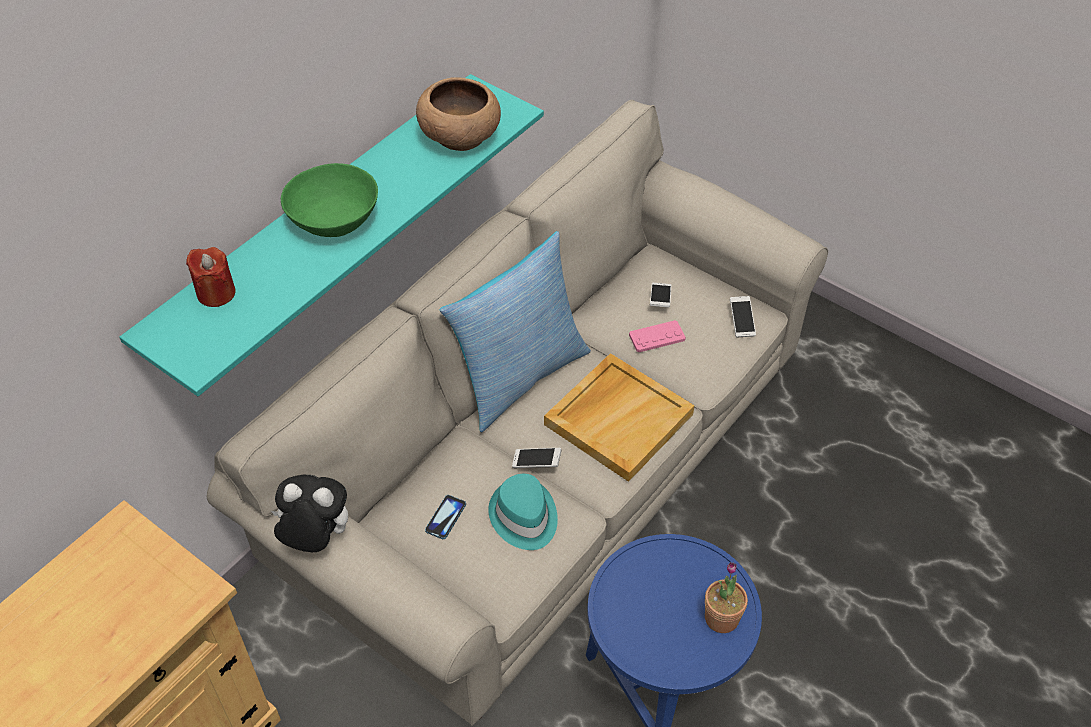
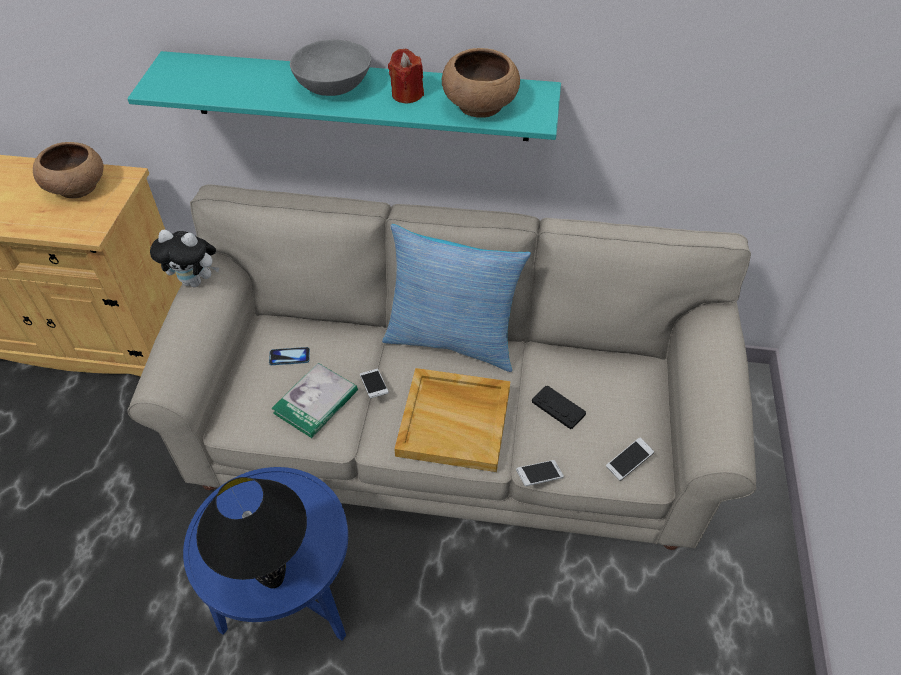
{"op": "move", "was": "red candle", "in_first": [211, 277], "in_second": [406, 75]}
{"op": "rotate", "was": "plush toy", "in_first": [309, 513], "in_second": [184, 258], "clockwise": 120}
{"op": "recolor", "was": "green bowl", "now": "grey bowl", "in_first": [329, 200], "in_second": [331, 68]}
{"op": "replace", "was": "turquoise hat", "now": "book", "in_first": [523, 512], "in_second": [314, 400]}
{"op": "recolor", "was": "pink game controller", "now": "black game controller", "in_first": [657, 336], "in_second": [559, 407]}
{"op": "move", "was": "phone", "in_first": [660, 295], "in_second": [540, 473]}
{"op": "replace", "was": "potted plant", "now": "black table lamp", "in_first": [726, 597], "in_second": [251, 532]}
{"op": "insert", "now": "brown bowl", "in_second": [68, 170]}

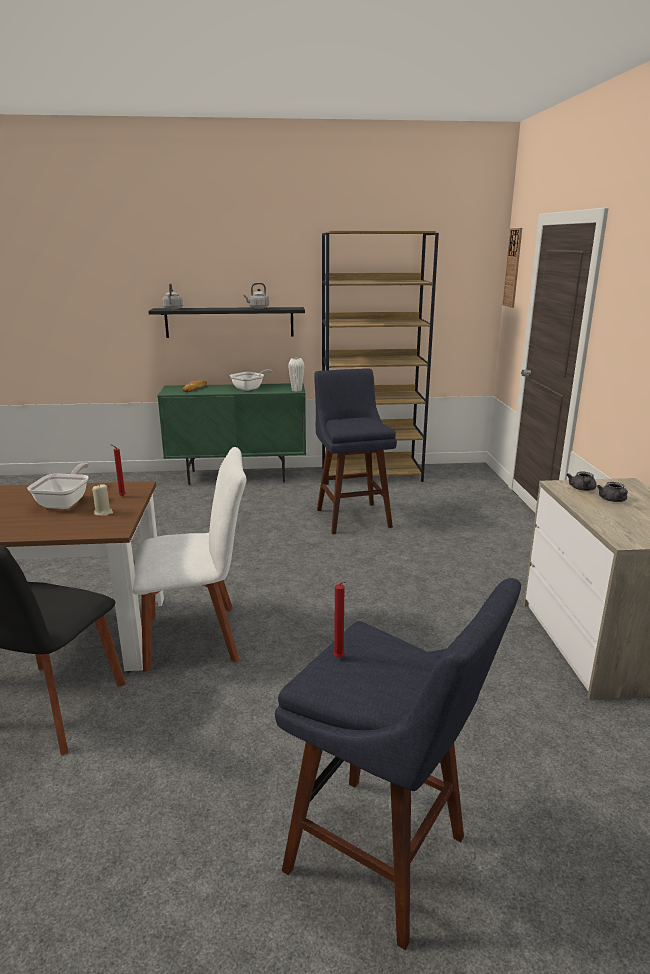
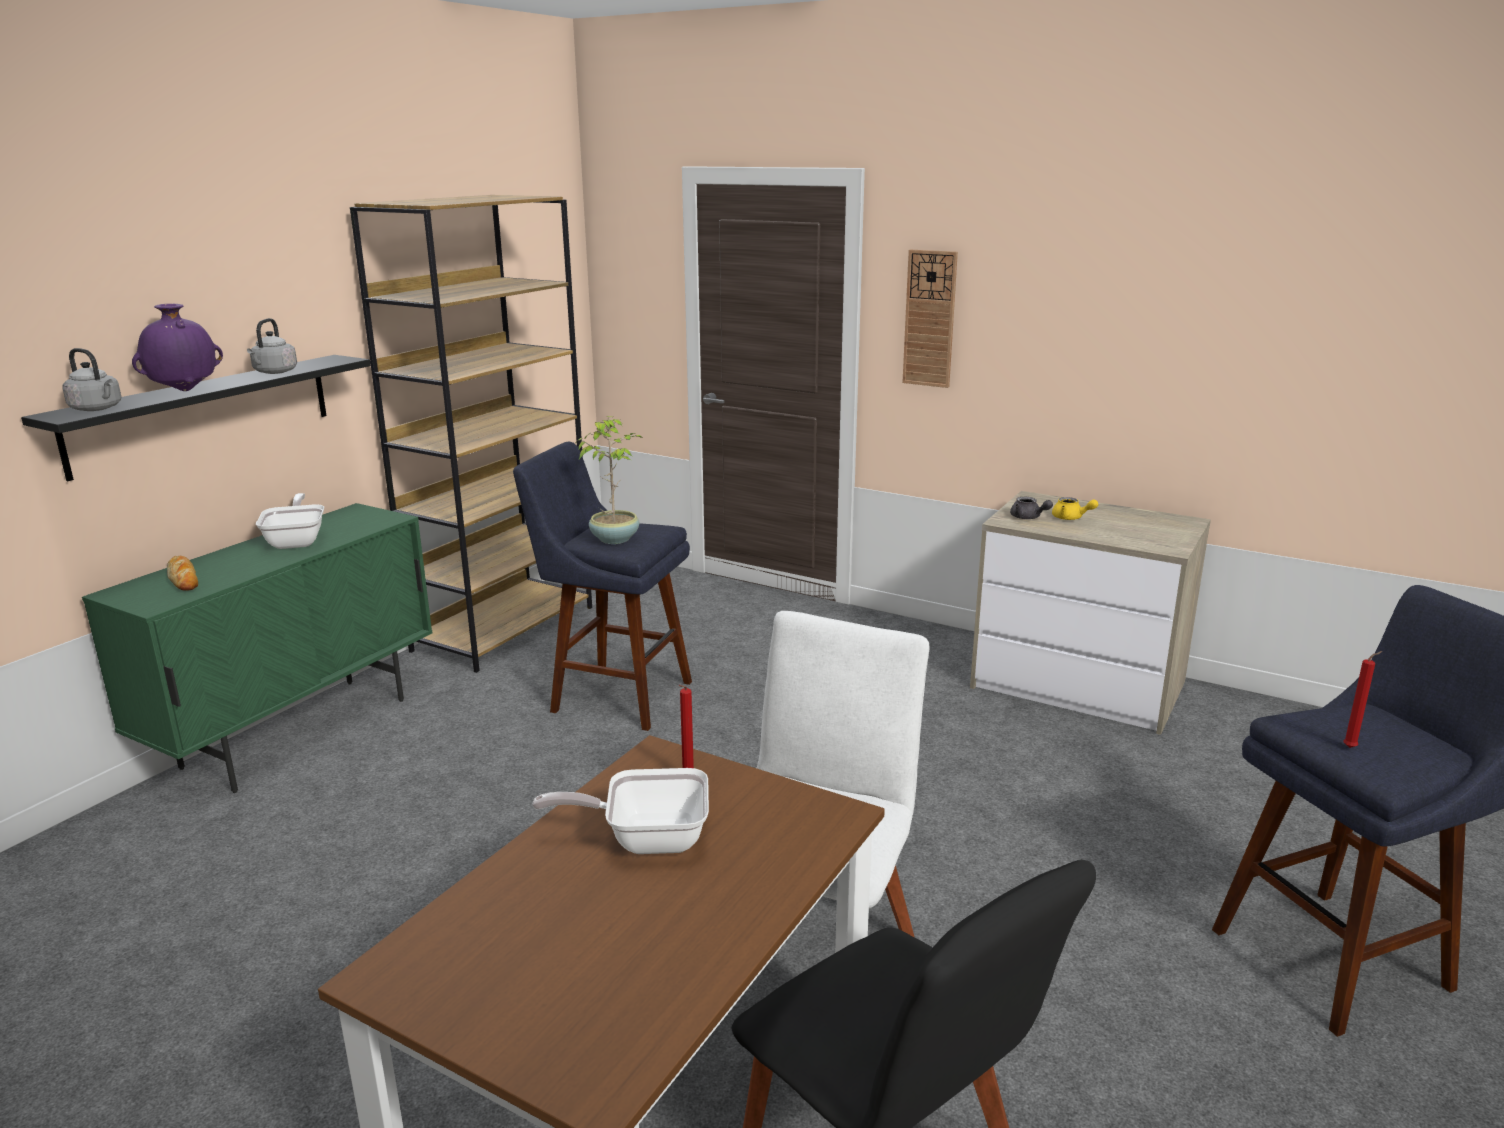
{"op": "rotate", "was": "frying pan", "in_first": [58, 486], "in_second": [620, 811], "clockwise": -45}
{"op": "delete", "was": "beige candle", "in_first": [102, 500]}
{"op": "delete", "was": "white vase", "in_first": [296, 375]}
{"op": "move", "was": "wall clock", "in_first": [512, 268], "in_second": [930, 319]}
{"op": "recolor", "was": "grey teapot", "now": "yellow teapot", "in_first": [612, 492], "in_second": [1075, 508]}
{"op": "insert", "now": "purple vase", "in_second": [177, 347]}
{"op": "insert", "now": "potted plant", "in_second": [608, 480]}

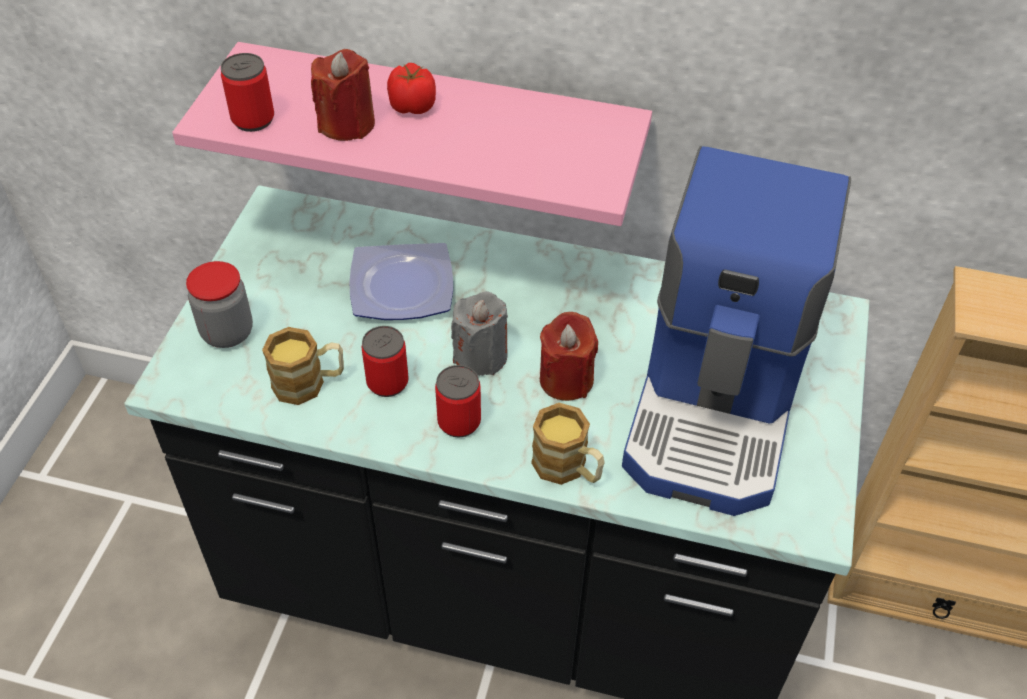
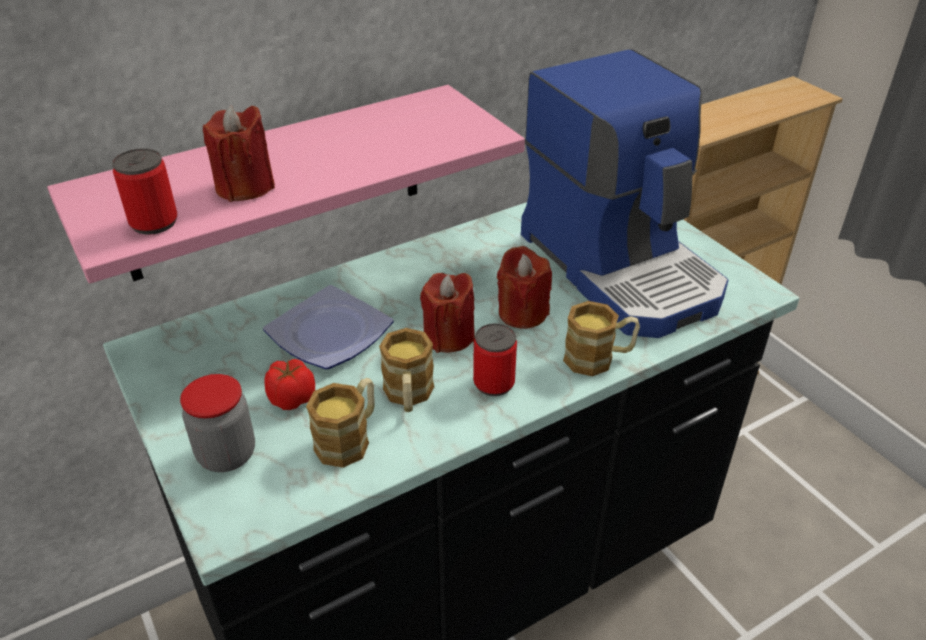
{"op": "replace", "was": "can", "now": "mug", "in_first": [385, 361], "in_second": [406, 370]}
{"op": "move", "was": "tomato", "in_first": [411, 88], "in_second": [289, 384]}
{"op": "recolor", "was": "grey candle", "now": "red candle", "in_first": [479, 333], "in_second": [447, 313]}

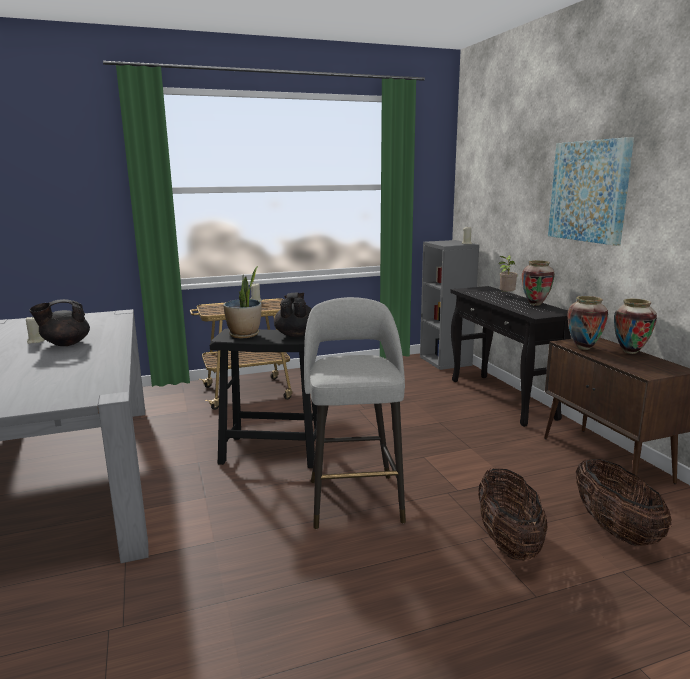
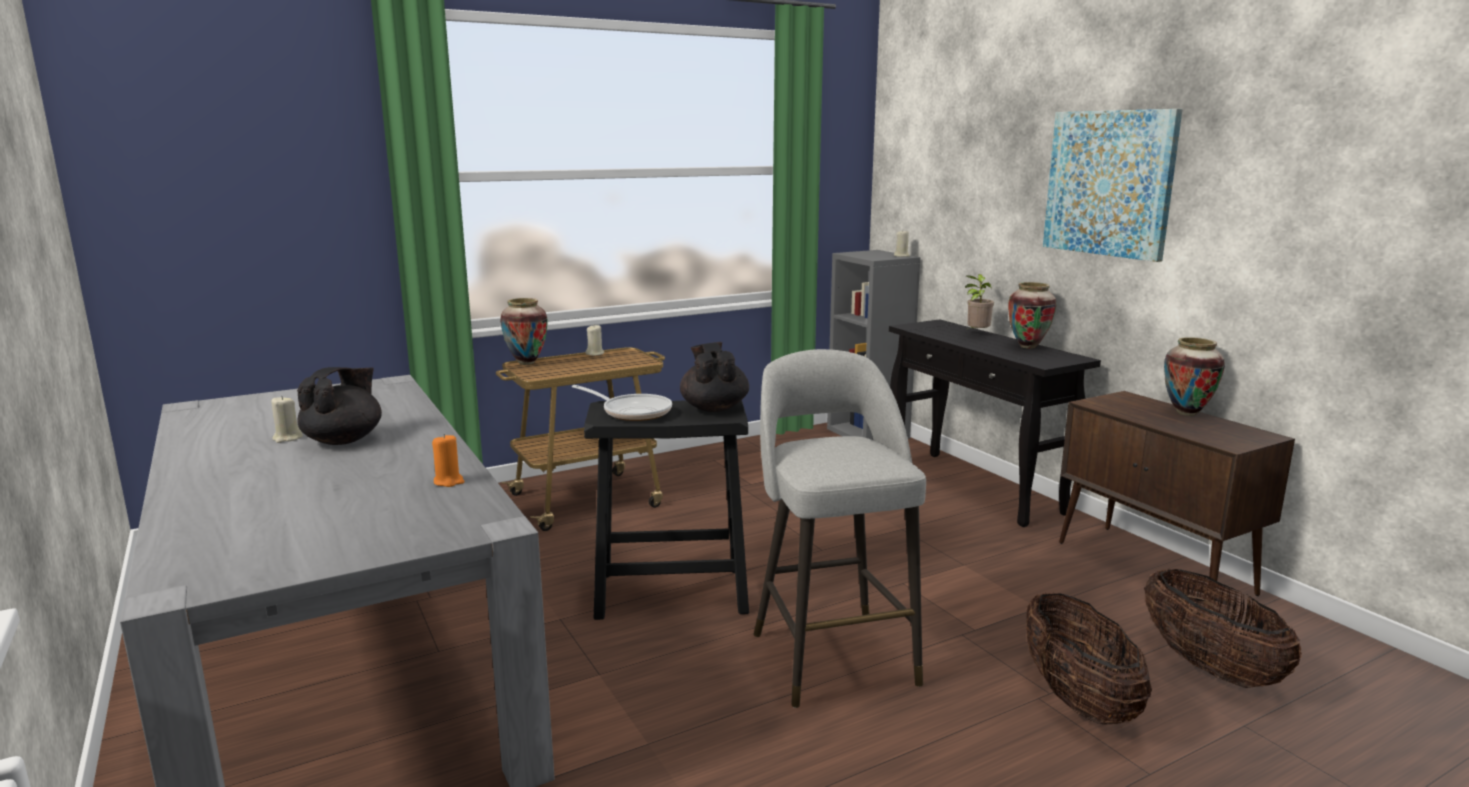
{"op": "rotate", "was": "black teapot", "in_first": [59, 322], "in_second": [339, 406], "clockwise": 150}
{"op": "replace", "was": "potted plant", "now": "frying pan", "in_first": [242, 302], "in_second": [622, 403]}
{"op": "move", "was": "vase", "in_first": [588, 323], "in_second": [523, 331]}
{"op": "insert", "now": "orange candle", "in_second": [448, 460]}

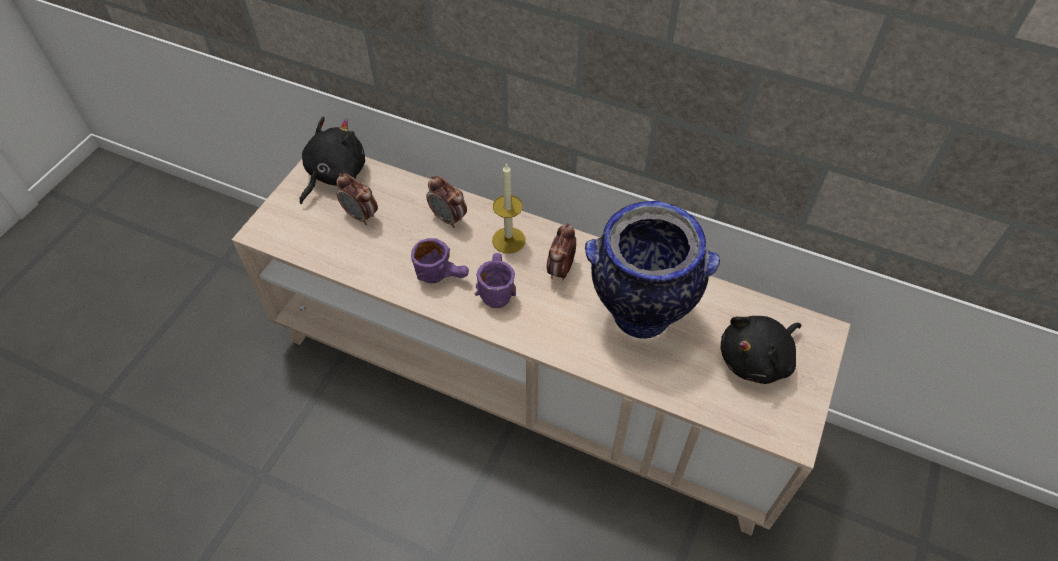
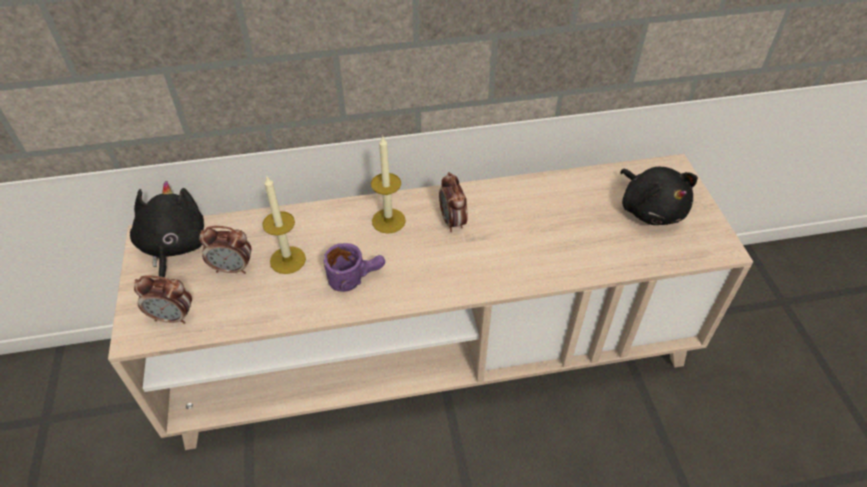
{"op": "move", "was": "alarm clock", "in_first": [446, 202], "in_second": [163, 299]}
{"op": "delete", "was": "purple mug", "in_first": [495, 280]}
{"op": "delete", "was": "vase", "in_first": [652, 270]}
{"op": "rotate", "was": "black plush toy", "in_first": [760, 350], "in_second": [659, 196], "clockwise": -45}
{"op": "insert", "now": "candle", "in_second": [284, 224]}

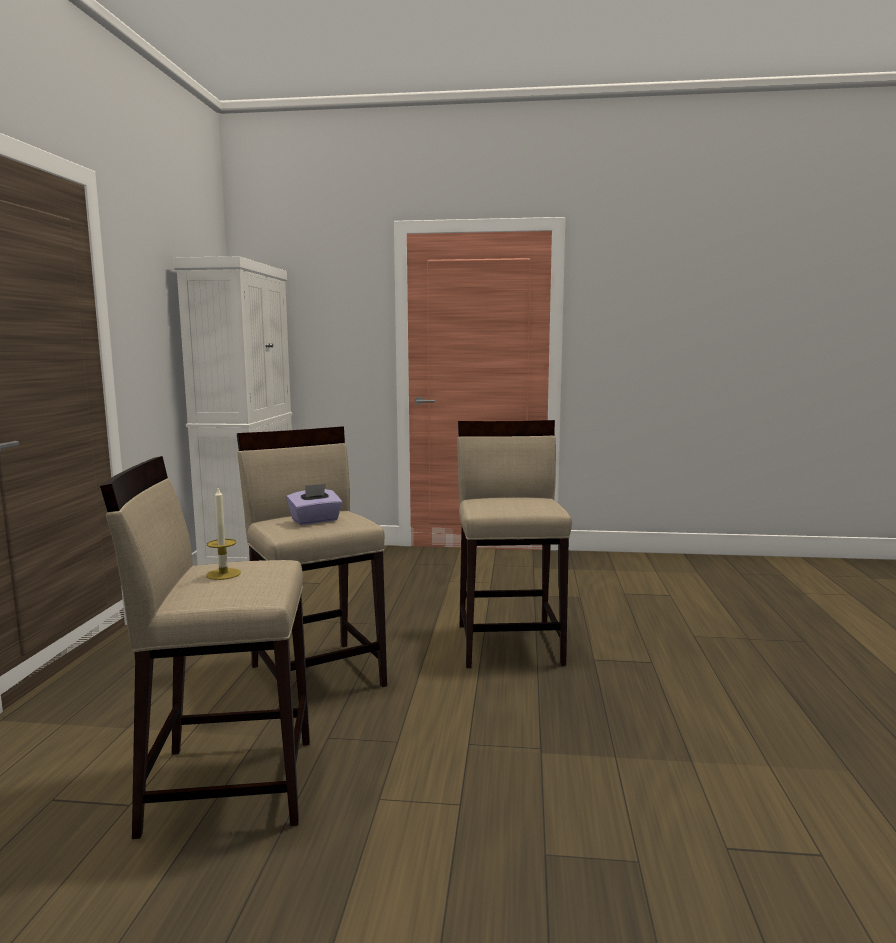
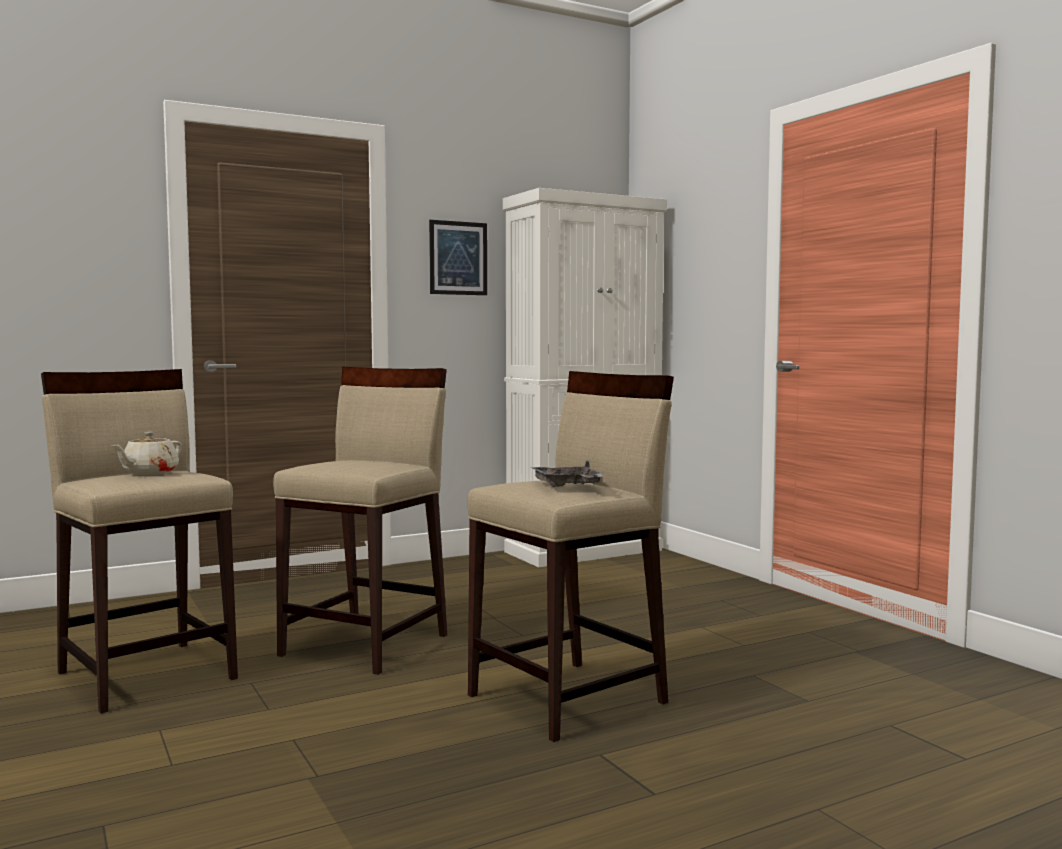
{"op": "replace", "was": "candle", "now": "beige teapot", "in_first": [223, 534], "in_second": [146, 453]}
{"op": "delete", "was": "purple tissue box", "in_first": [314, 504]}
{"op": "insert", "now": "picture", "in_second": [458, 257]}
{"op": "insert", "now": "grey tray", "in_second": [567, 473]}

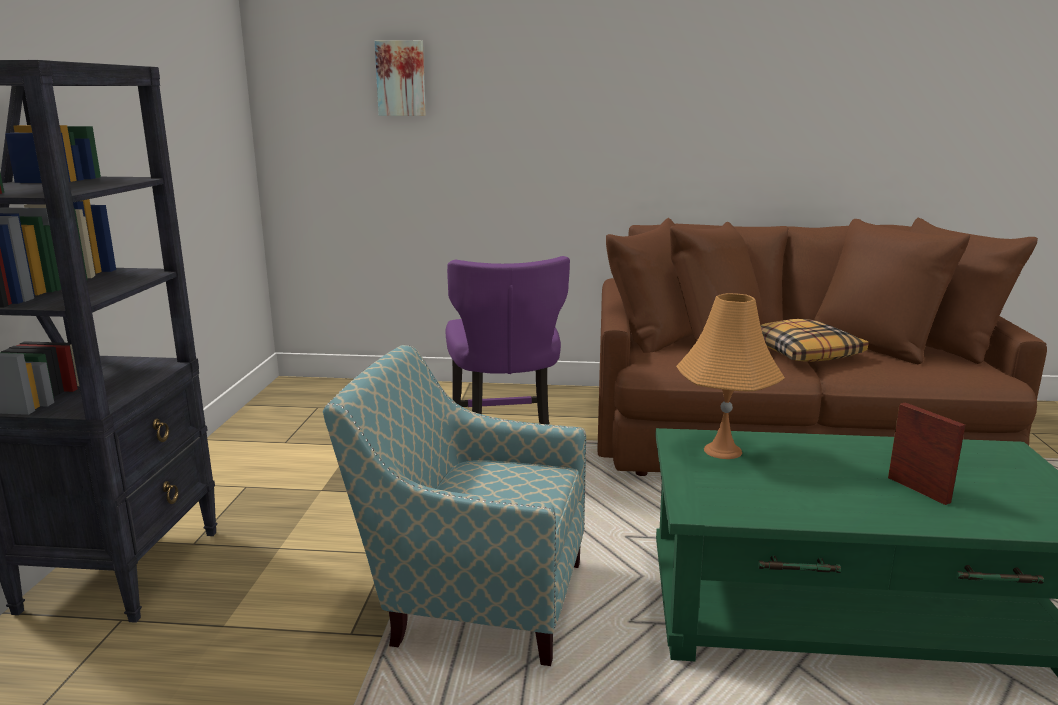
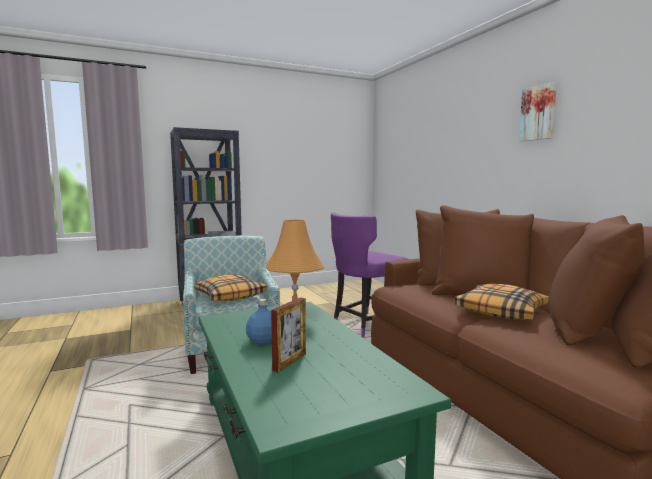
{"op": "move", "was": "picture", "in_first": [400, 78], "in_second": [538, 112]}
{"op": "insert", "now": "pillow", "in_second": [230, 288]}
{"op": "insert", "now": "blue bottle", "in_second": [259, 322]}

